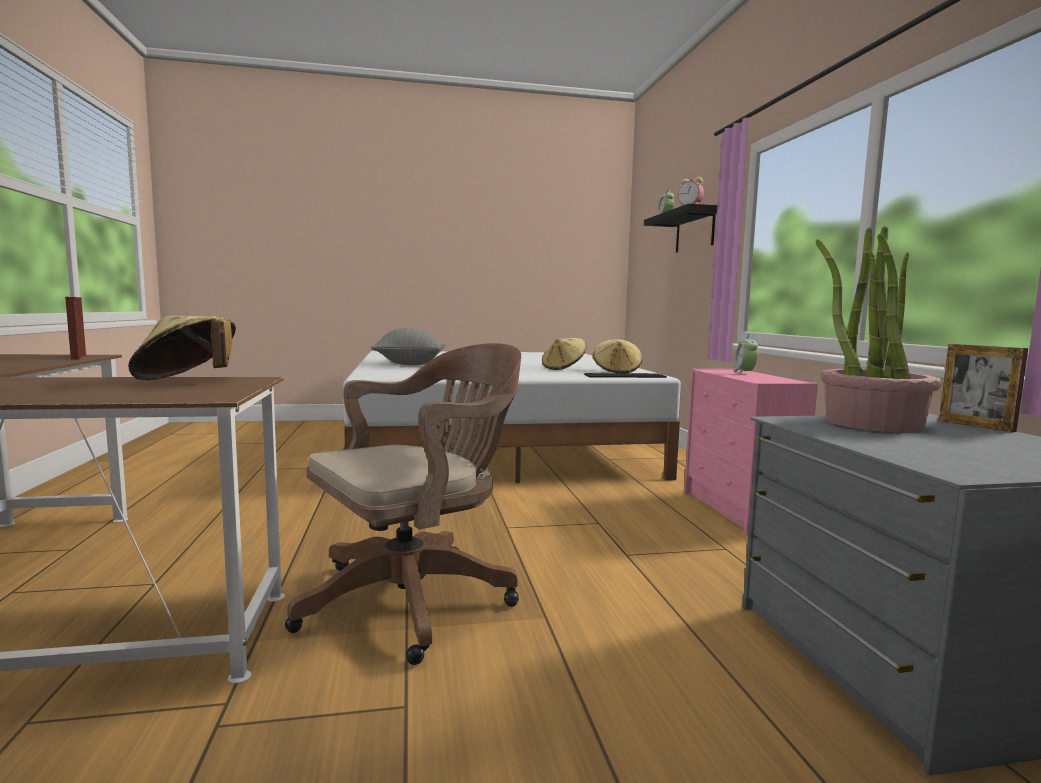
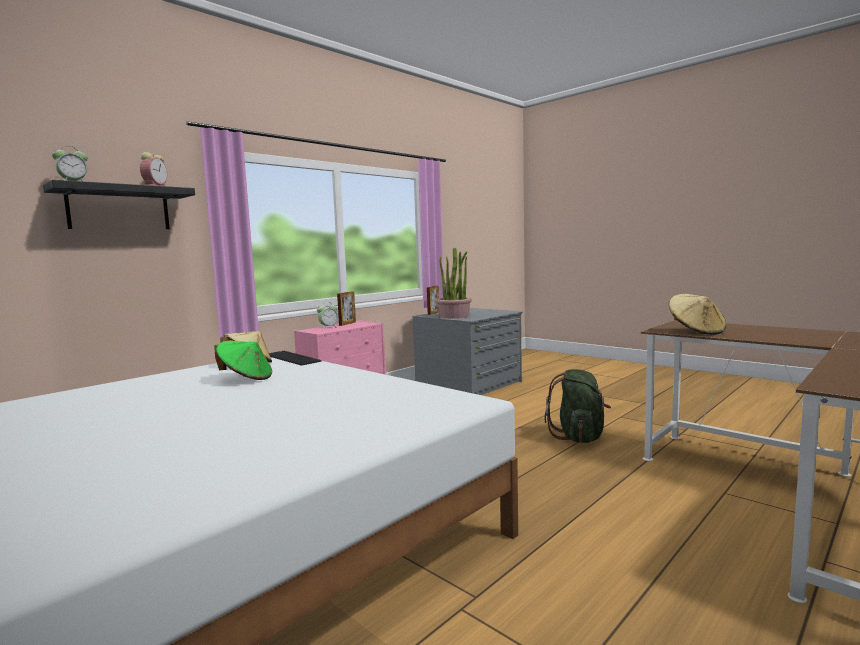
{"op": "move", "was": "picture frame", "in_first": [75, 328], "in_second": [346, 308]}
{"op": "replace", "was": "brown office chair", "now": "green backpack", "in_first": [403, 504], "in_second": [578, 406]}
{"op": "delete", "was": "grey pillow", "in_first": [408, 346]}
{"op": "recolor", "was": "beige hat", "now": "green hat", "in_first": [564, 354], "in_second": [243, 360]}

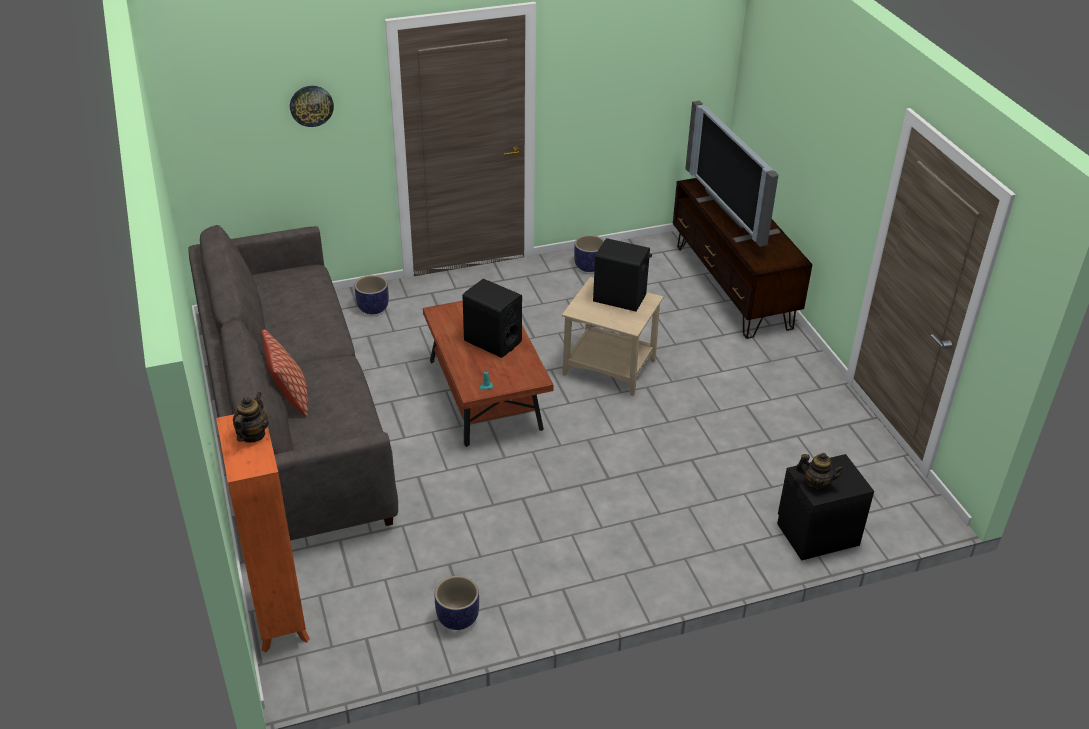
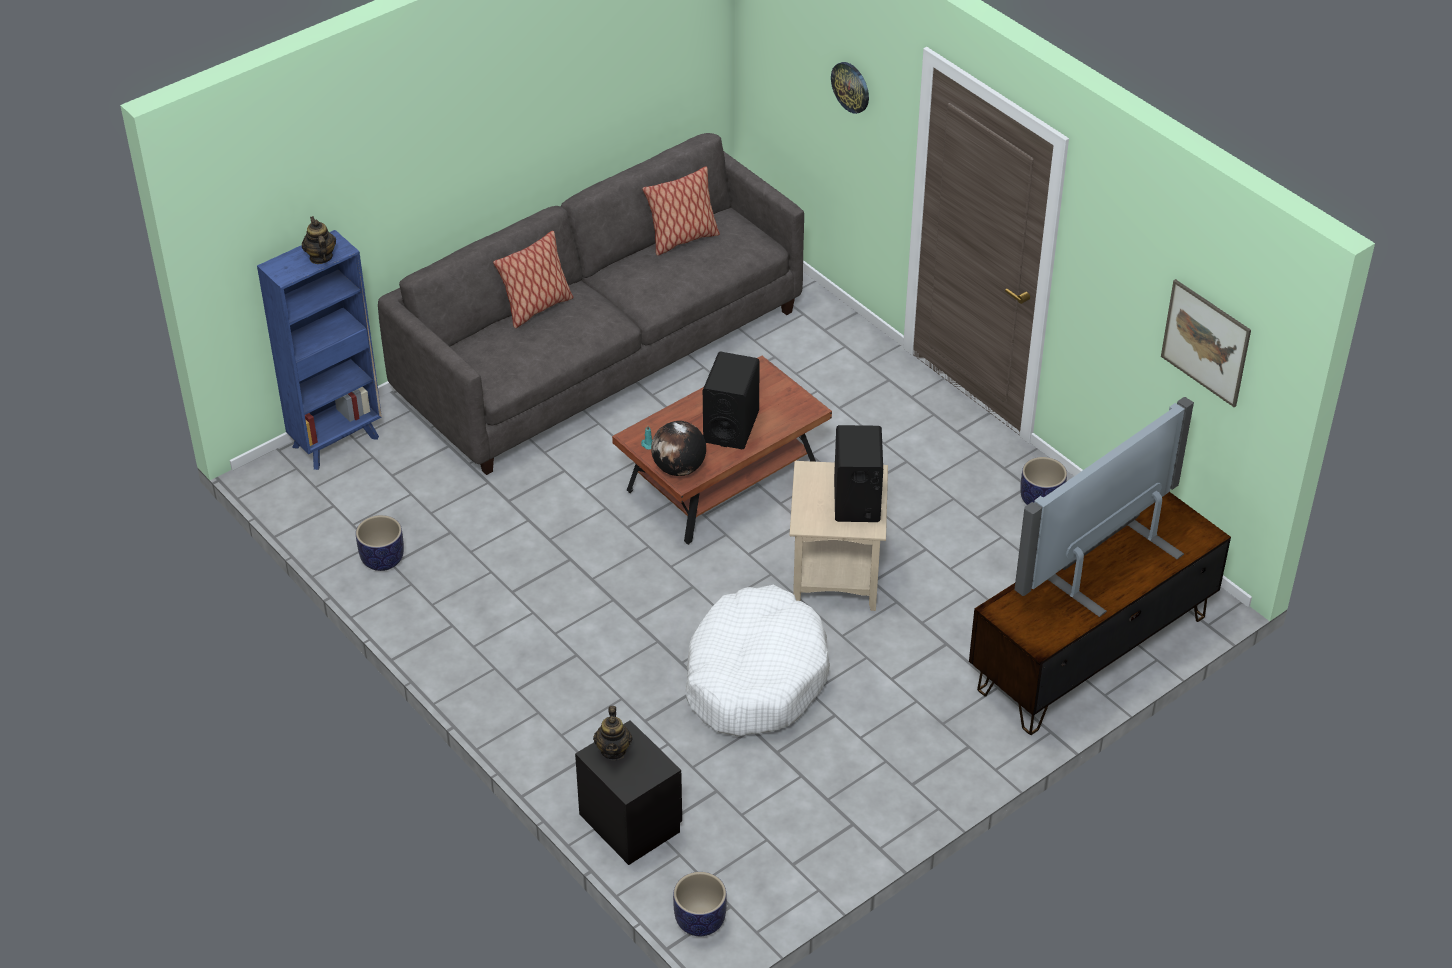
{"op": "recolor", "was": "orange bookcase", "now": "blue bookcase", "in_first": [263, 531], "in_second": [319, 350]}
{"op": "rotate", "was": "teapot", "in_first": [251, 417], "in_second": [319, 240], "clockwise": -105}
{"op": "move", "was": "planter", "in_first": [372, 294], "in_second": [700, 904]}
{"op": "insert", "now": "pillow", "in_second": [681, 211]}
{"op": "insert", "now": "globe", "in_second": [678, 448]}
{"op": "insert", "now": "white dog bed", "in_second": [758, 660]}
{"op": "insert", "now": "picture", "in_second": [1206, 343]}

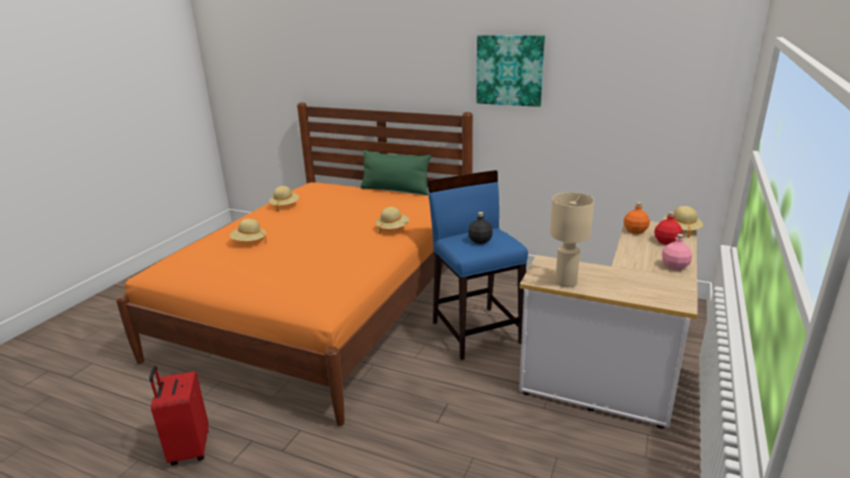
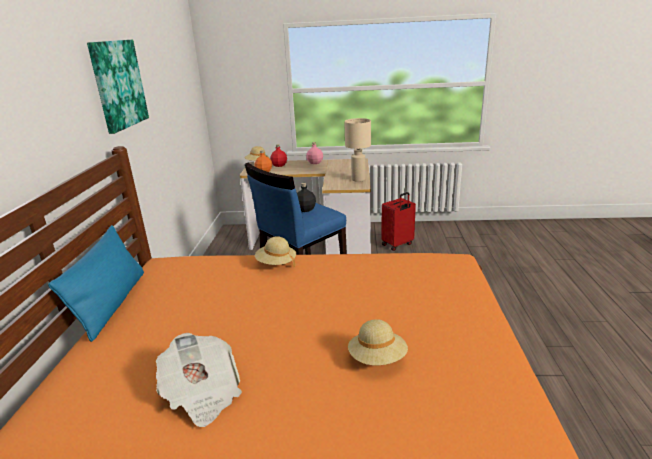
{"op": "move", "was": "red suitcase", "in_first": [179, 416], "in_second": [398, 221]}
{"op": "replace", "was": "beige hat", "now": "newspaper", "in_first": [284, 198], "in_second": [199, 380]}
{"op": "recolor", "was": "green pillow", "now": "blue pillow", "in_first": [396, 172], "in_second": [96, 283]}

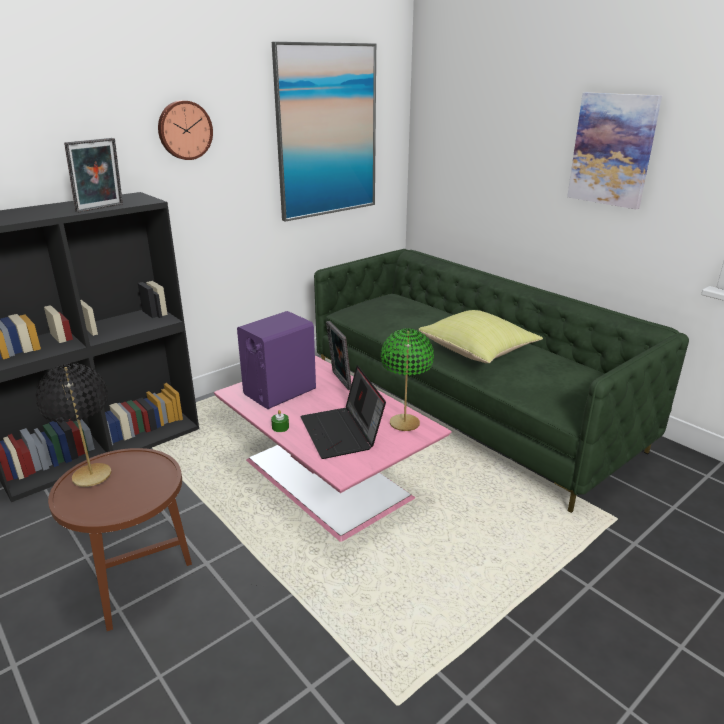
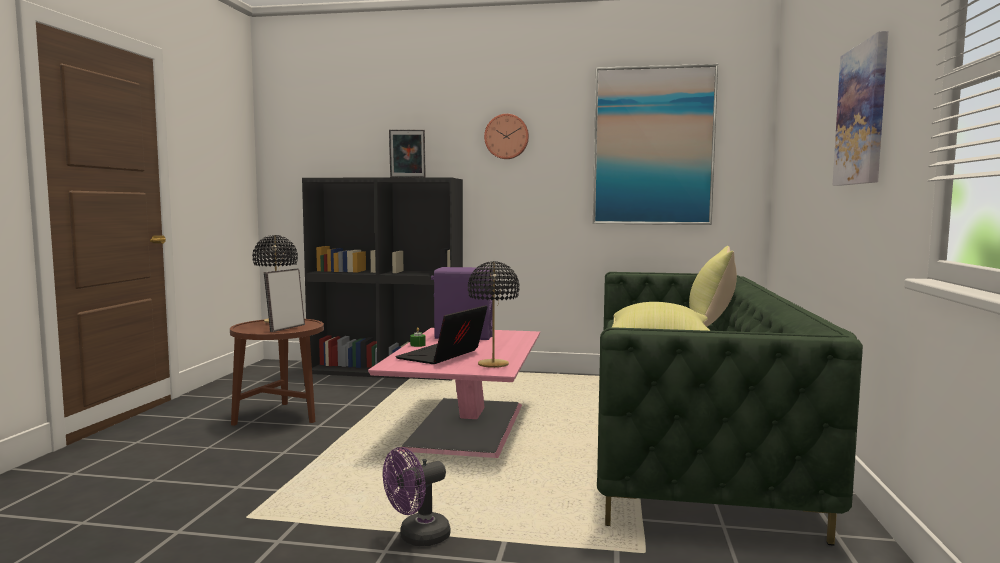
{"op": "move", "was": "picture frame", "in_first": [339, 355], "in_second": [284, 300]}
{"op": "recolor", "was": "green table lamp", "now": "black table lamp", "in_first": [407, 379], "in_second": [494, 314]}
{"op": "insert", "now": "purple fan", "in_second": [416, 496]}
{"op": "insert", "now": "yellow pillow", "in_second": [713, 286]}

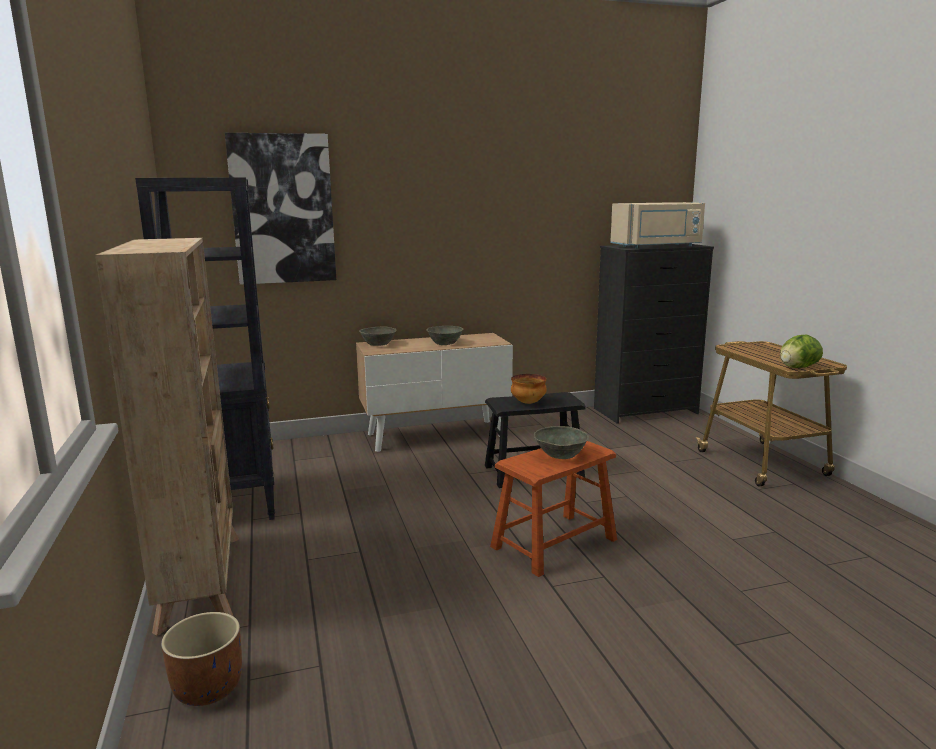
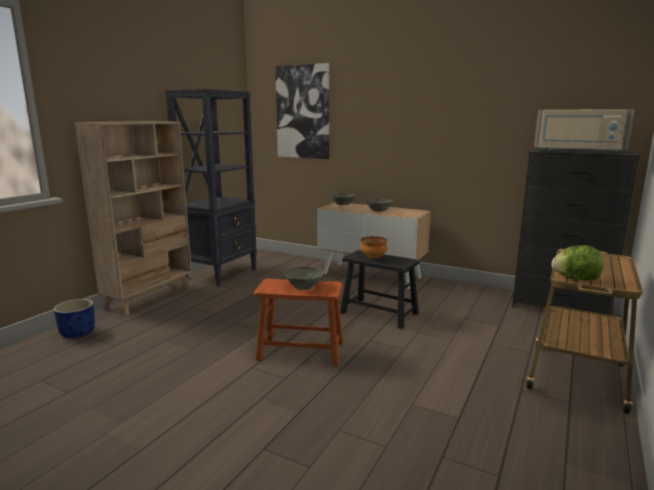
{"op": "recolor", "was": "brown planter", "now": "blue planter", "in_first": [201, 659], "in_second": [74, 319]}

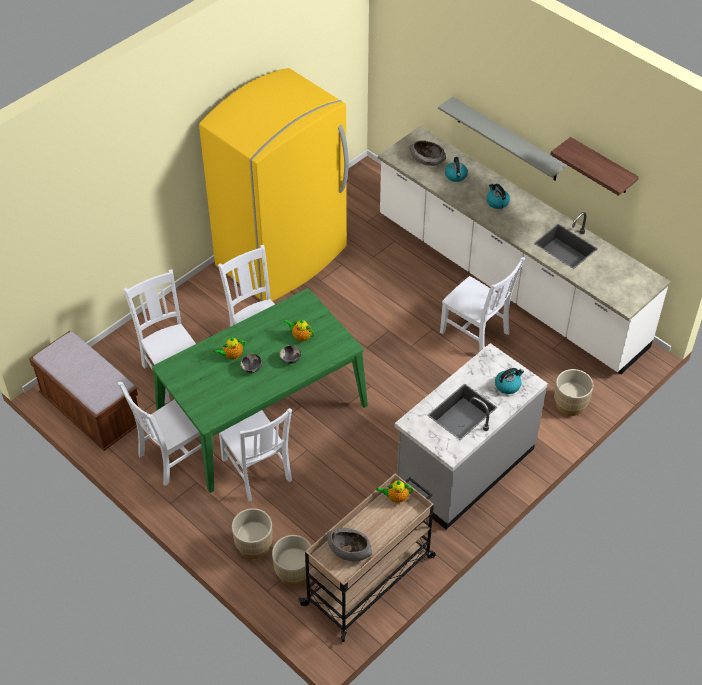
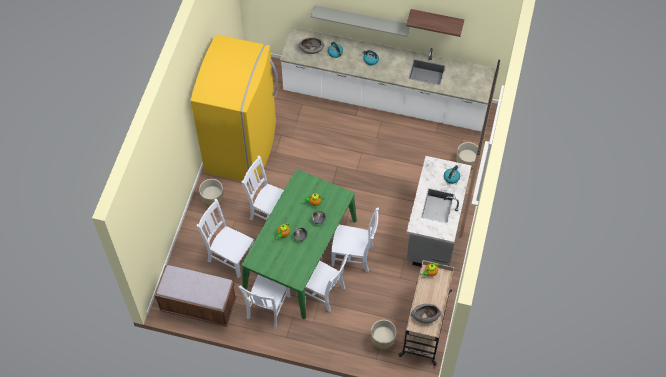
{"op": "move", "was": "beige planter", "in_first": [252, 533], "in_second": [211, 193]}
{"op": "move", "was": "white chair", "in_first": [482, 304], "in_second": [355, 240]}

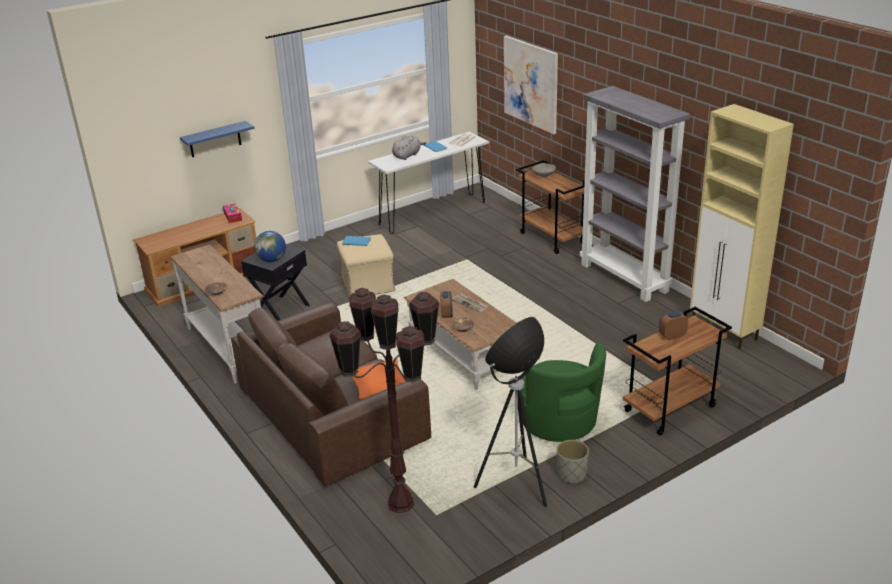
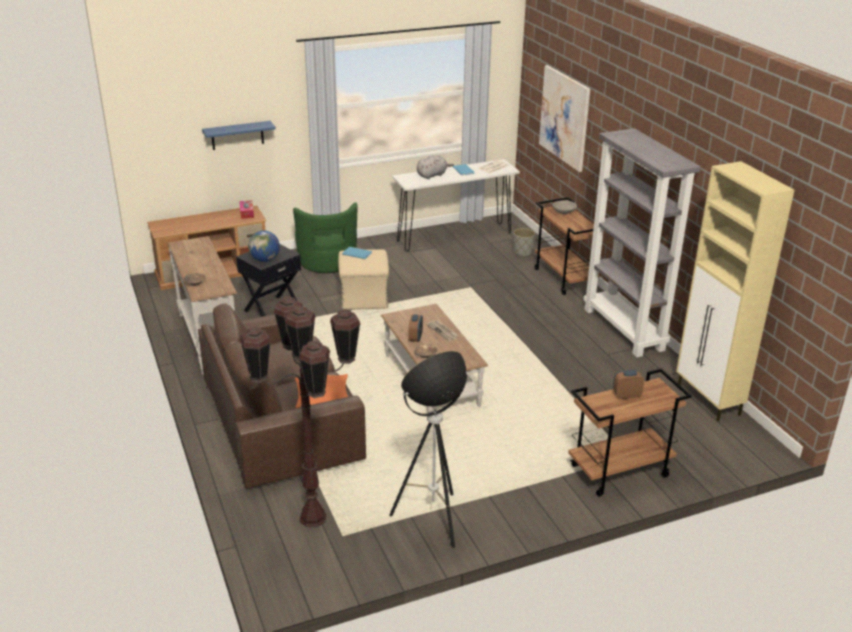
{"op": "move", "was": "green armchair", "in_first": [563, 392], "in_second": [325, 237]}
{"op": "move", "was": "grey planter", "in_first": [573, 462], "in_second": [524, 242]}

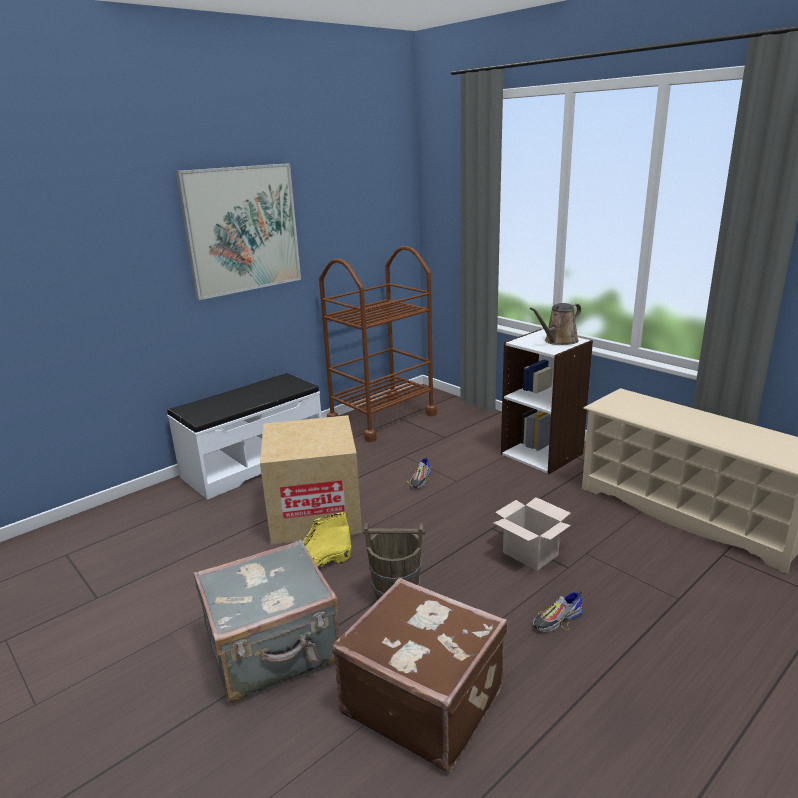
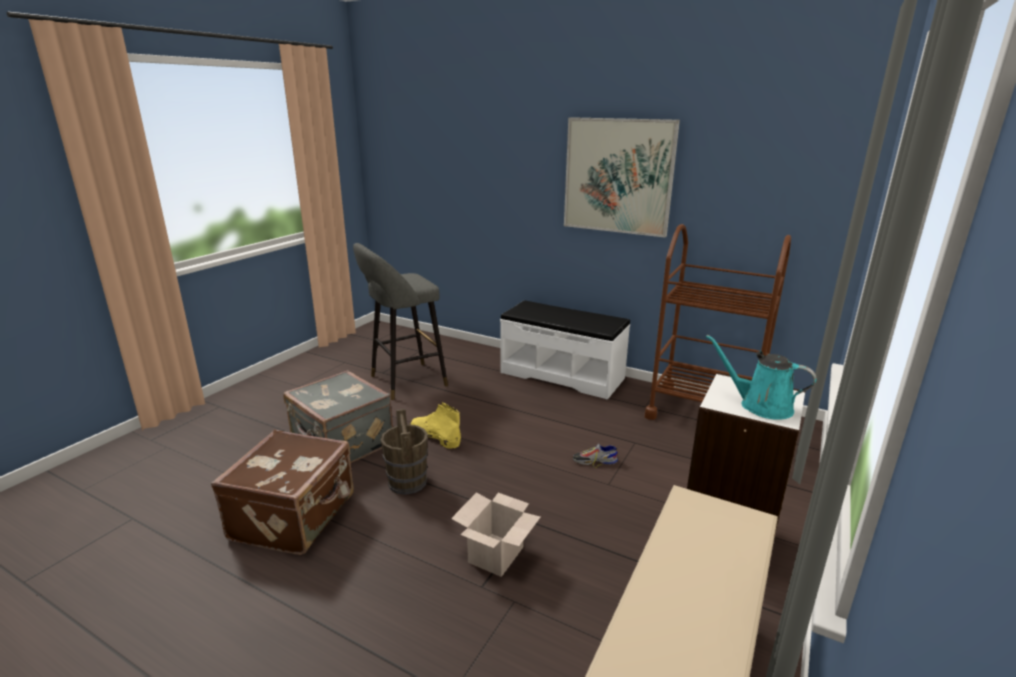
{"op": "delete", "was": "cardboard box", "in_first": [311, 479]}
{"op": "recolor", "was": "brown watering can", "now": "turquoise watering can", "in_first": [555, 324], "in_second": [761, 377]}
{"op": "delete", "was": "shoe", "in_first": [558, 611]}
{"op": "insert", "now": "grey stool", "in_second": [400, 321]}

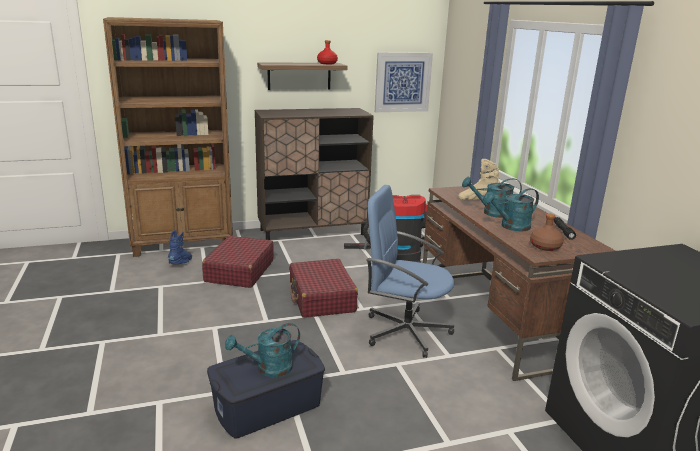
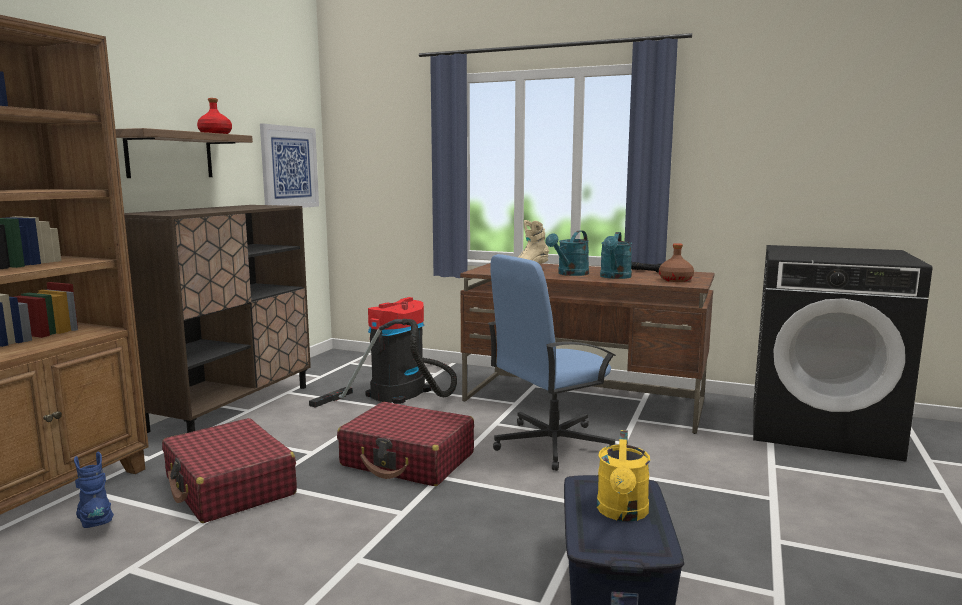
{"op": "recolor", "was": "turquoise watering can", "now": "yellow watering can", "in_first": [262, 350], "in_second": [623, 476]}

